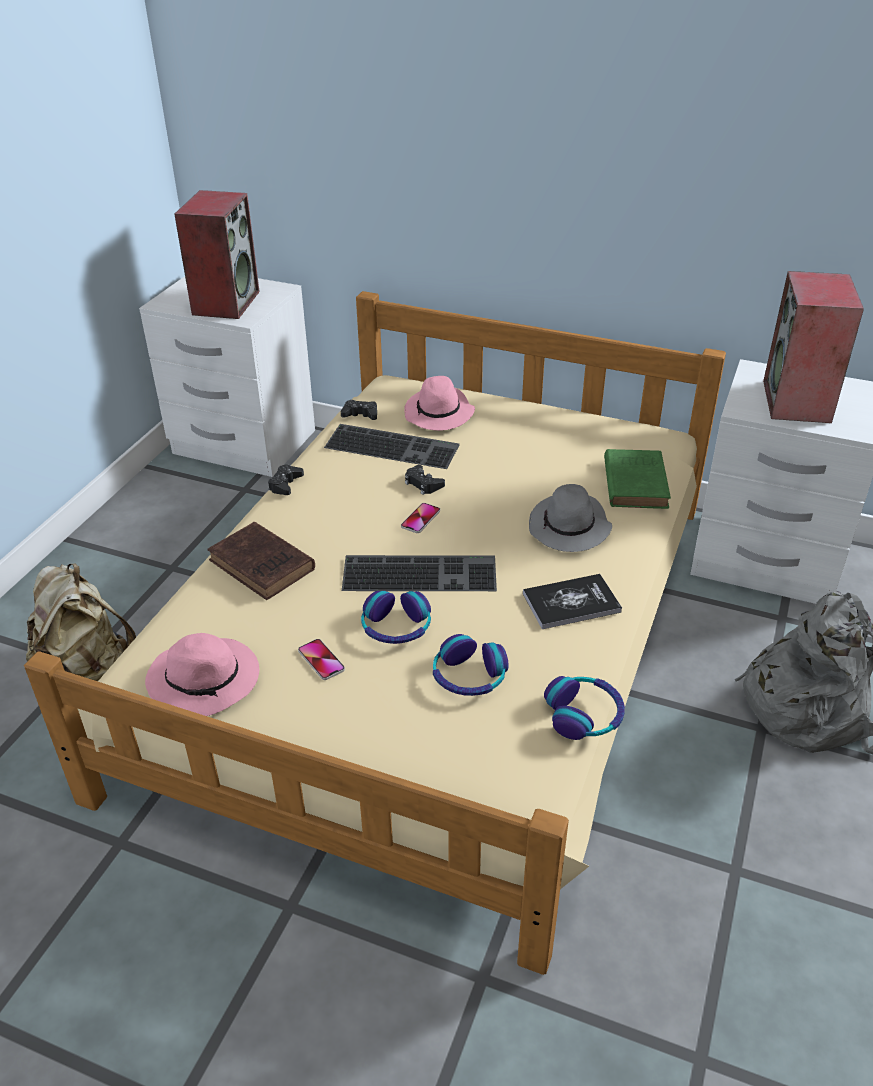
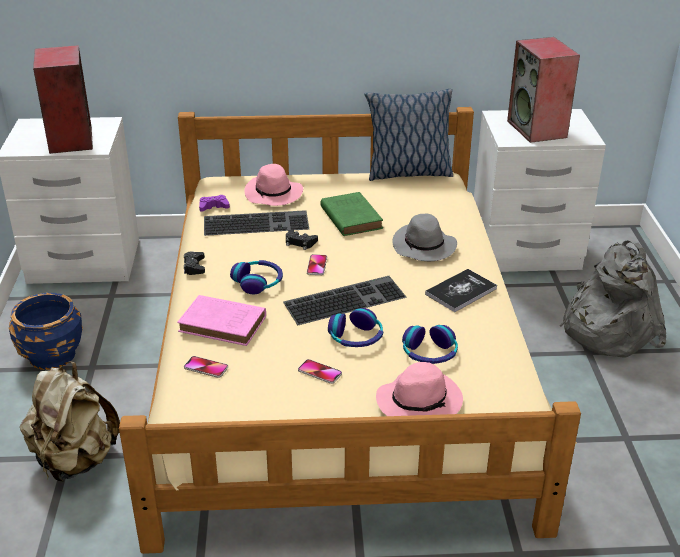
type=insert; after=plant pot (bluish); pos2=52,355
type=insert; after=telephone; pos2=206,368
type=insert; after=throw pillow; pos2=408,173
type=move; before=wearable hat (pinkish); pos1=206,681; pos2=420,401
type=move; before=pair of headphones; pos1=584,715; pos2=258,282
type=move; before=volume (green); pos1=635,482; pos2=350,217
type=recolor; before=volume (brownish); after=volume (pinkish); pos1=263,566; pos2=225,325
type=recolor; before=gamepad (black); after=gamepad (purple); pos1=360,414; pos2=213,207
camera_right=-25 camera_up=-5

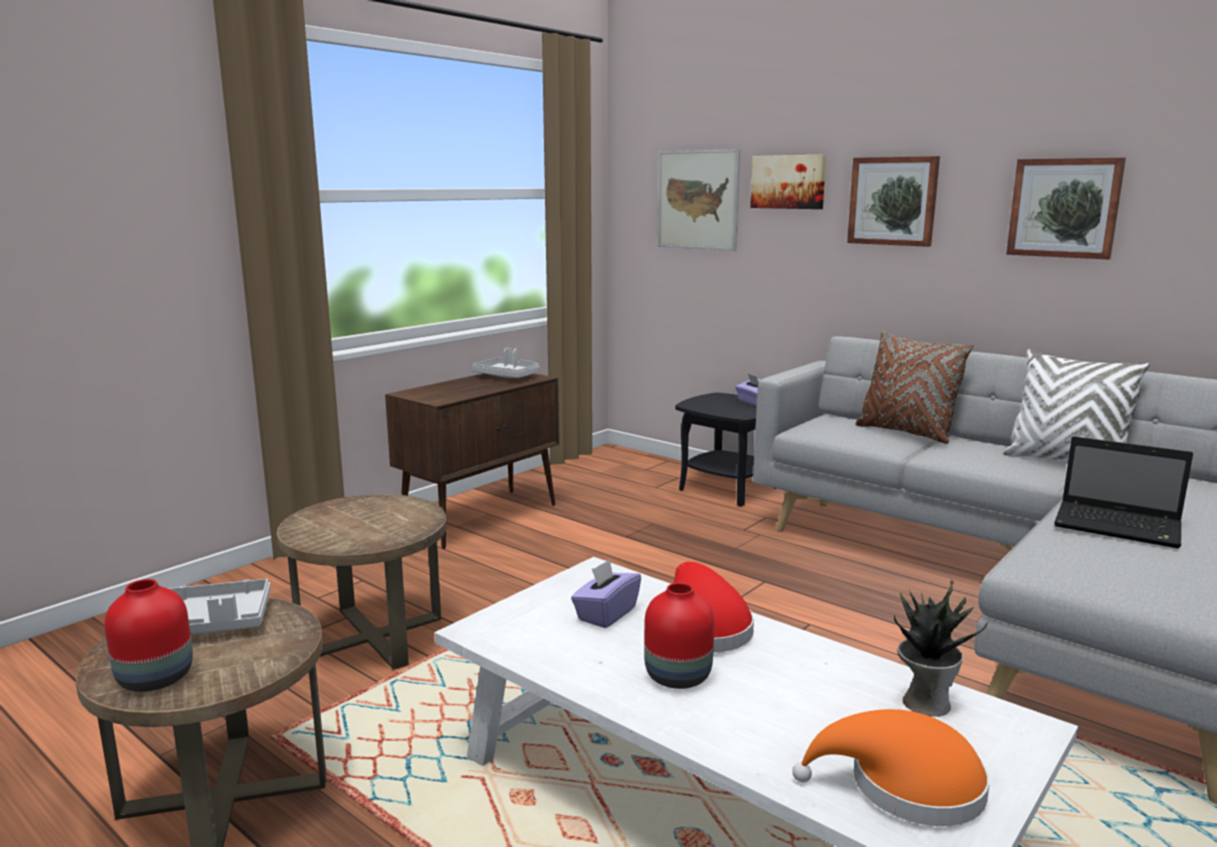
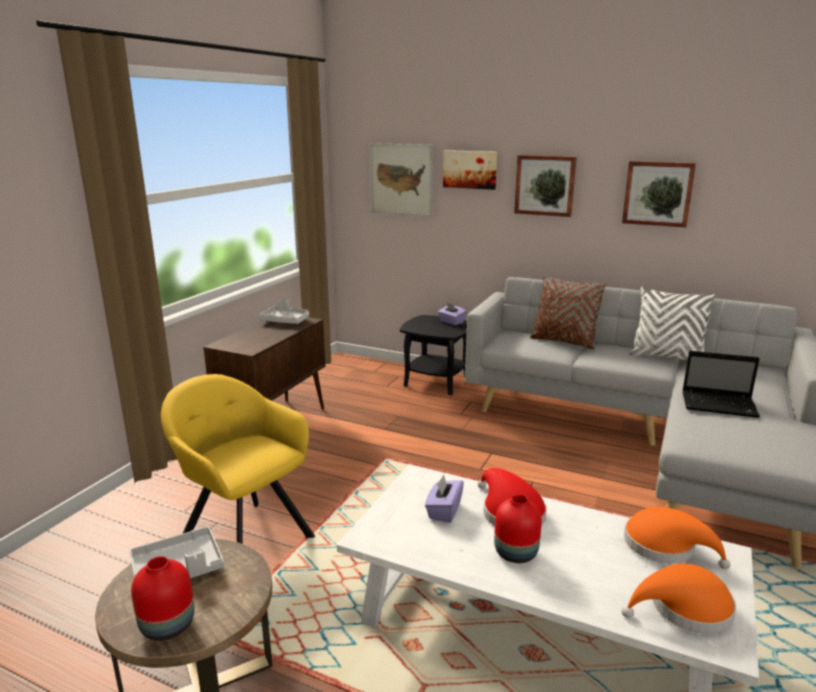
type=replace; before=side table (brownish); after=lounge chair (yellowish); pos1=372,636; pos2=244,537
type=replace; before=houseplant; after=wearable hat (orangey); pos1=924,702; pos2=665,546
camera_right=-15 camera_up=5

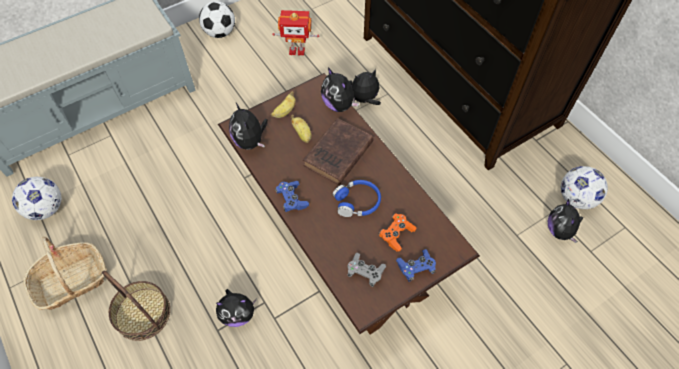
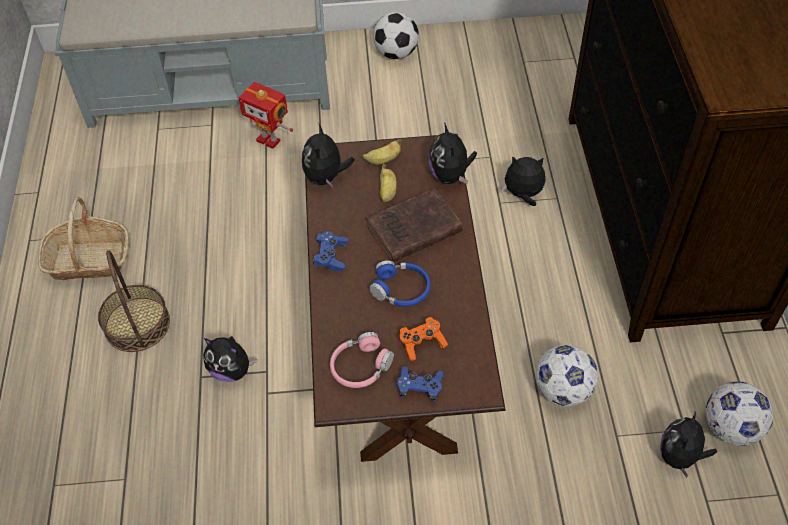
type=move; before=football; pos1=46,208; pos2=563,390
type=move; before=model robot; pos1=297,50; pos2=269,139
type=replace; before=gamepad (grey); after=pair of headphones (pinkish); pos1=365,272; pos2=360,366
camera_right=30 camera_up=-5

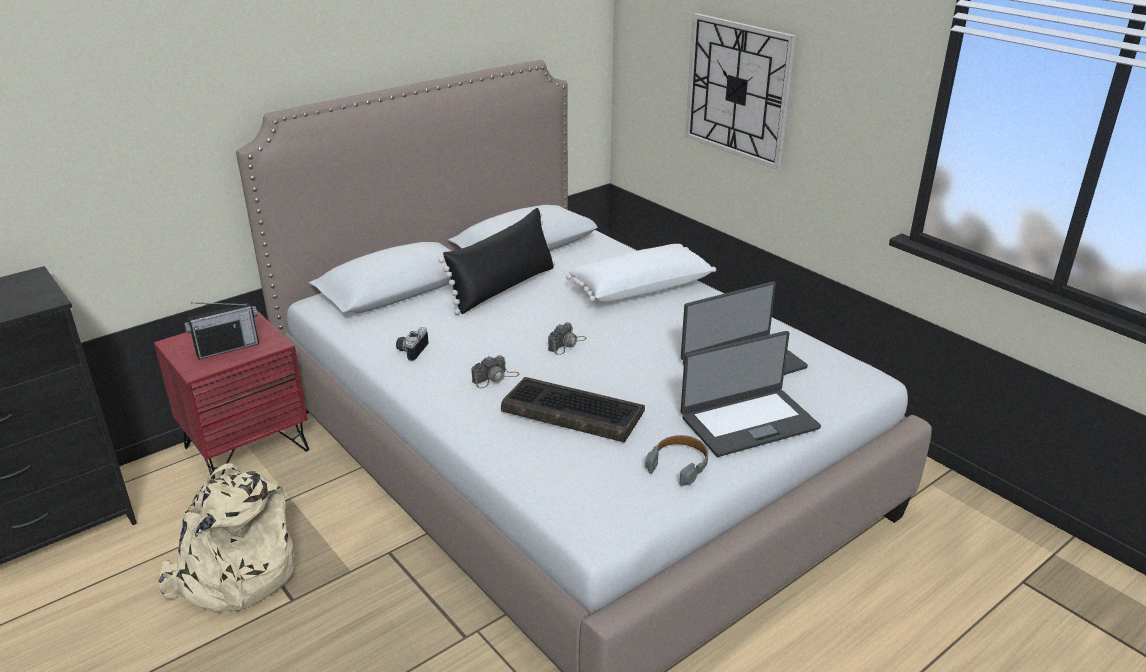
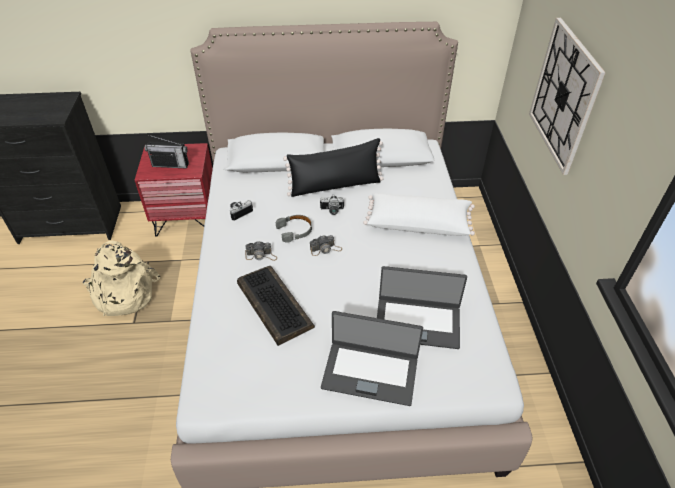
type=insert; after=still camera; pos2=332,211
type=move; before=pair of headphones (grey); pos1=679,465; pos2=295,231
camera_right=35 camera_up=15

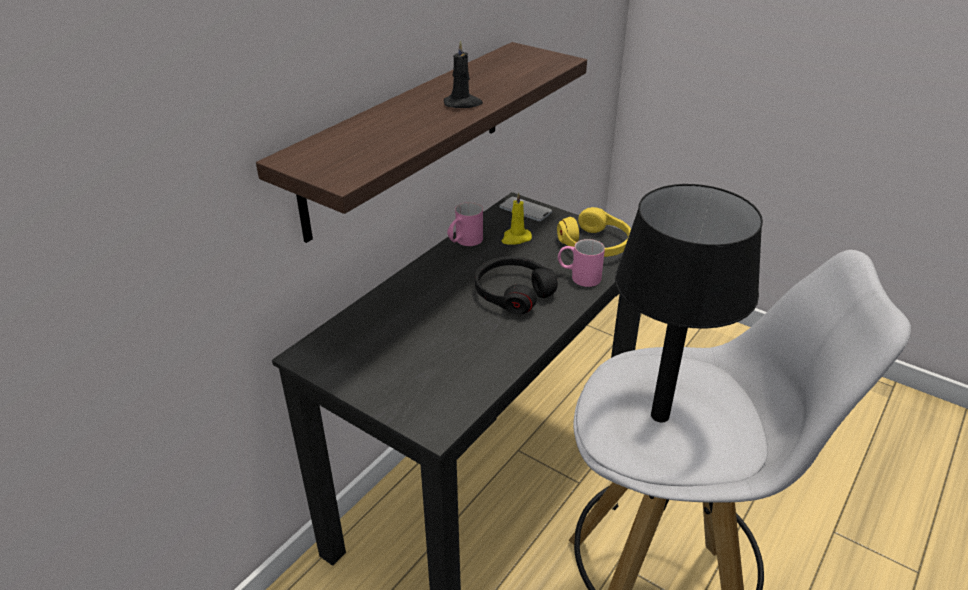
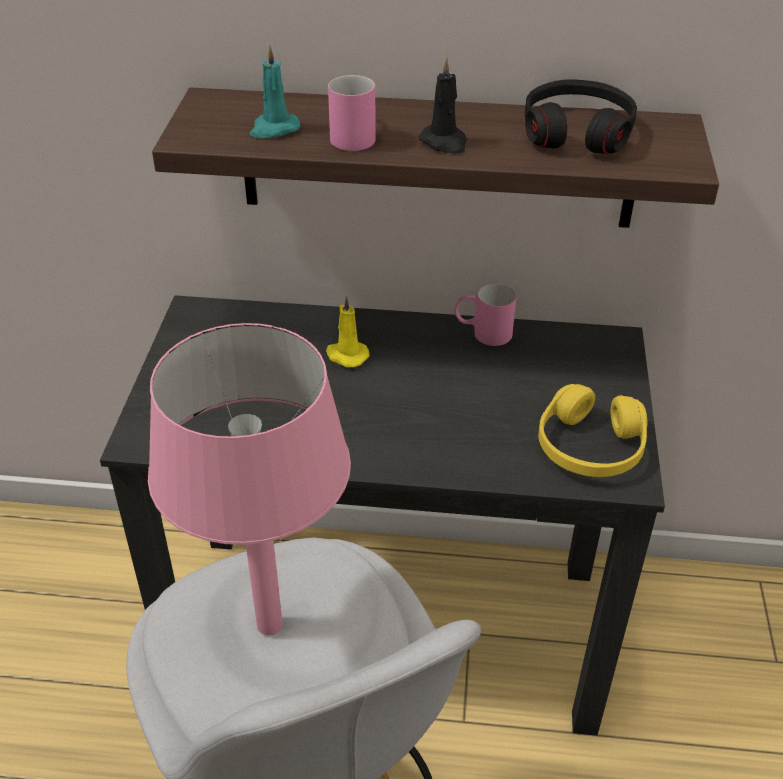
type=delete; before=telephone; pos1=525,210
type=insert; after=wax candle (blue-green); pos2=274,129
type=move; before=pair of headphones (black); pos1=512,293; pos2=577,132
type=move; before=wax candle (yellowish); pos1=515,238; pos2=346,355
type=move; before=mug (pinkish); pos1=578,277; pos2=351,134
type=recolor; before=tabletop lamp (black); after=tabletop lamp (pinkish); pos1=661,416; pos2=269,626
camera_right=60 camera_up=5

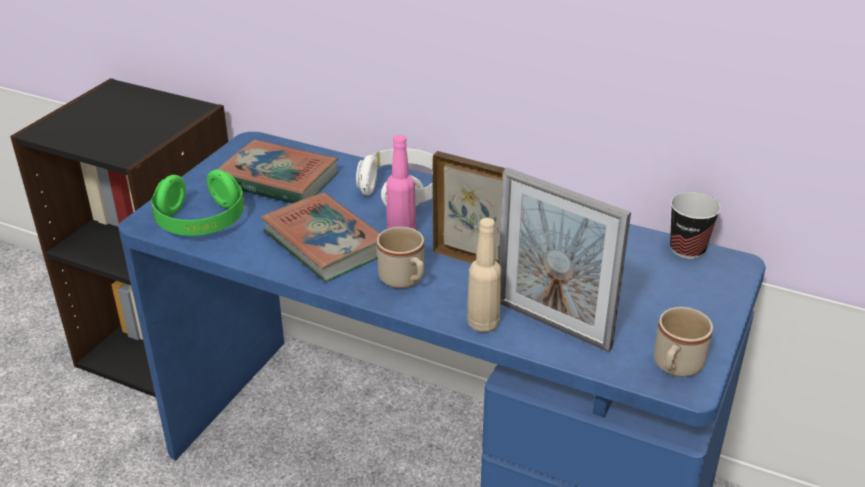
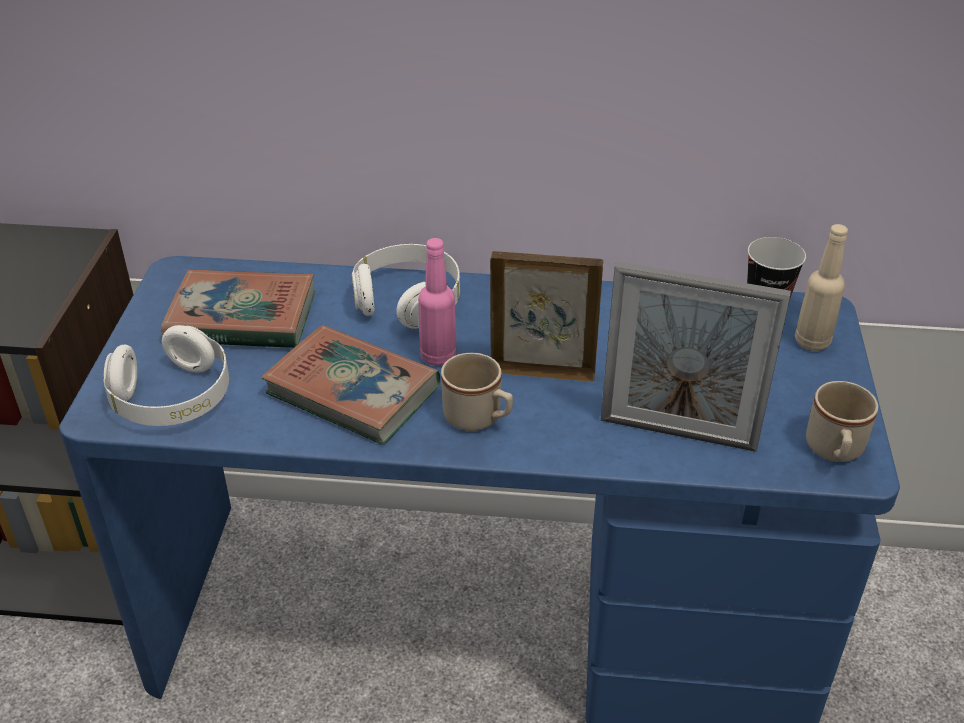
type=move; before=bottle (beige); pos1=483,323; pos2=812,342
type=recolor; before=pair of headphones (green); after=pair of headphones (white); pos1=201,221; pos2=173,399
camera_right=-20 camera_up=5

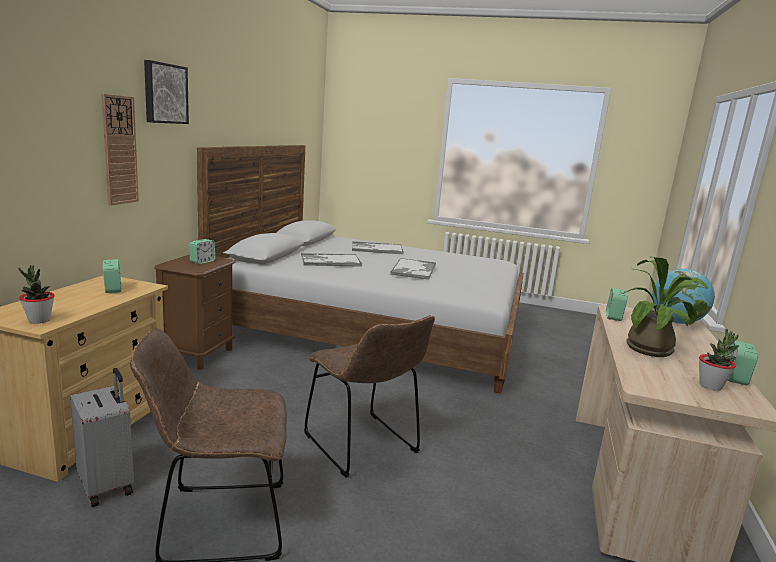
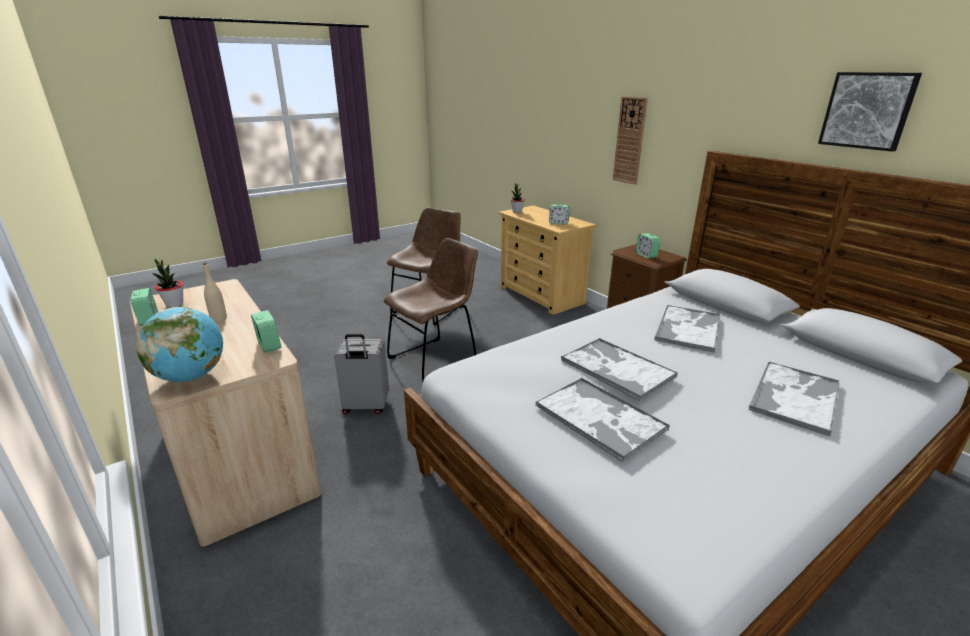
type=insert; after=tray; pos2=600,418
type=move; before=piece of luggage (grey); pos1=108,485; pos2=365,407
type=move; before=wall picture; pos1=164,93; pos2=867,110
type=replace; before=houseplant; after=bottle (beige); pos1=653,349; pos2=219,319
type=rotate; before=upright chair (brownish); pos1=364,446; pos2=436,358; turn=135
camera_right=130 camera_up=10

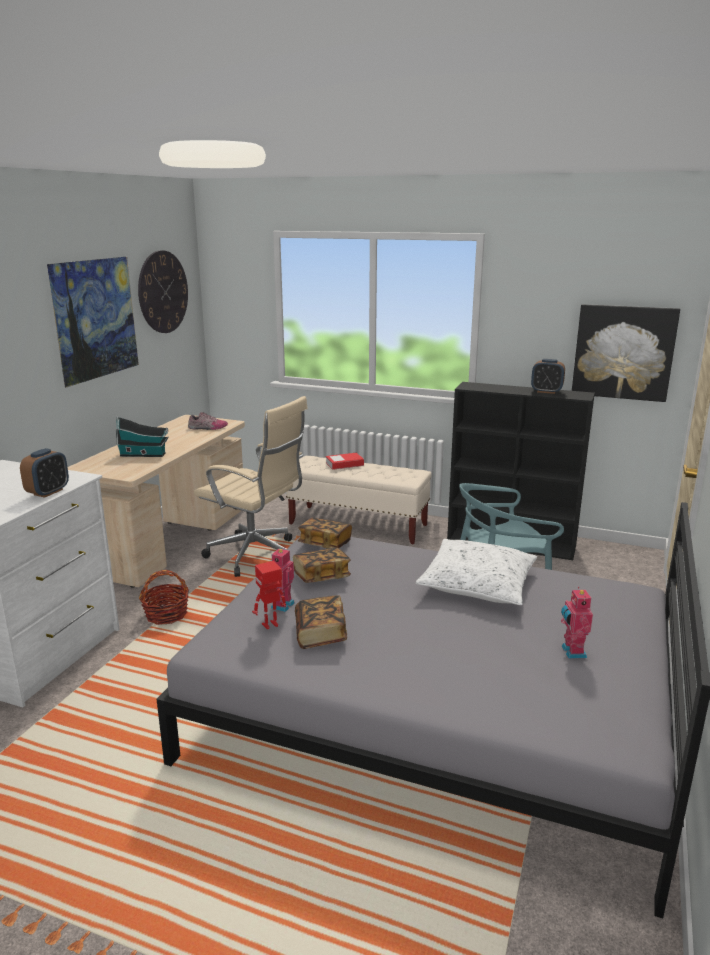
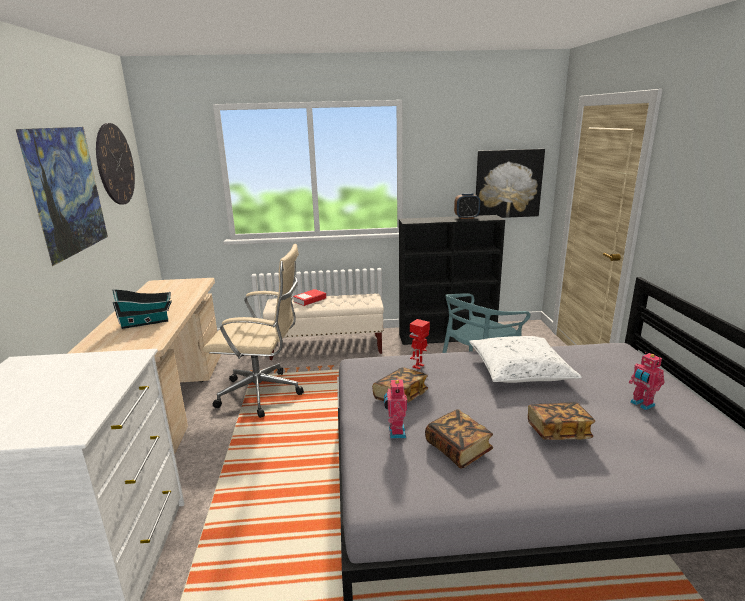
type=delete; before=table clock; pos1=48,492
type=delete; before=household basket; pos1=166,614
type=delete; before=shoe; pos1=207,428
type=move; before=model robot; pos1=270,625; pos2=419,366
type=move; before=volume; pos1=325,543; pos2=558,431
camera_right=-25 camera_up=0

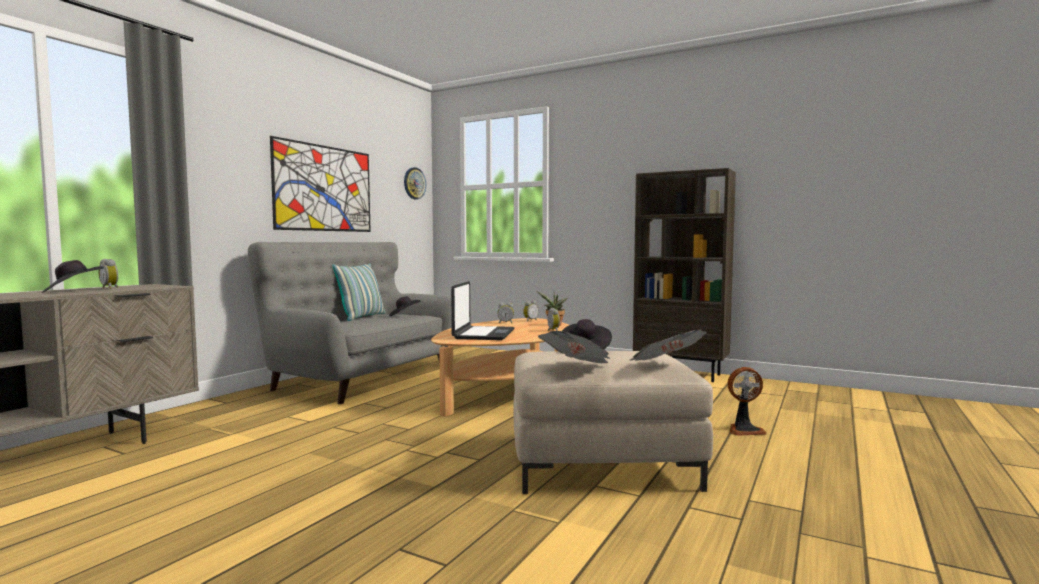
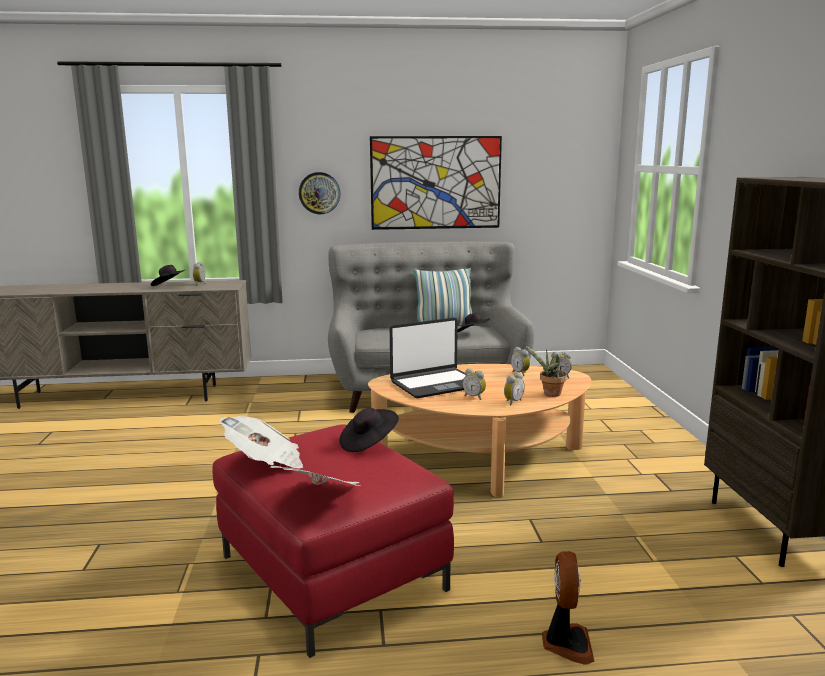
type=insert; after=table clock; pos2=474,397
type=move; before=clock on the wall; pos1=414,183; pos2=319,193
type=recolor; before=pouffe (beige); after=pouffe (red-coloured); pos1=602,463; pos2=332,572
type=rotate; before=cooling fan; pos1=744,430; pos2=566,643; turn=-135
camera_right=55 camera_up=10

